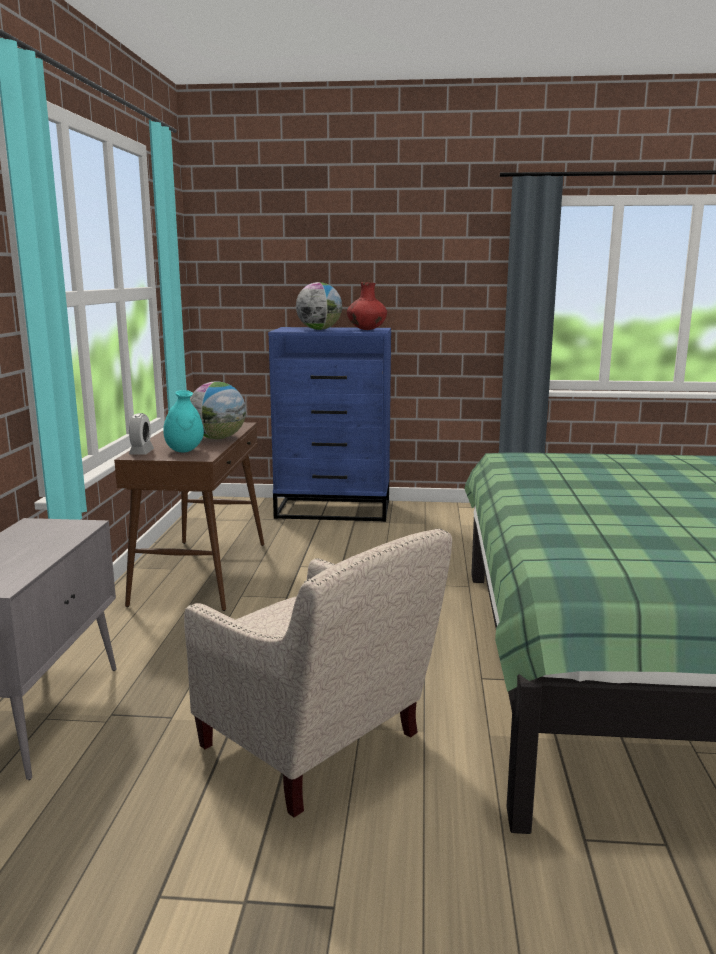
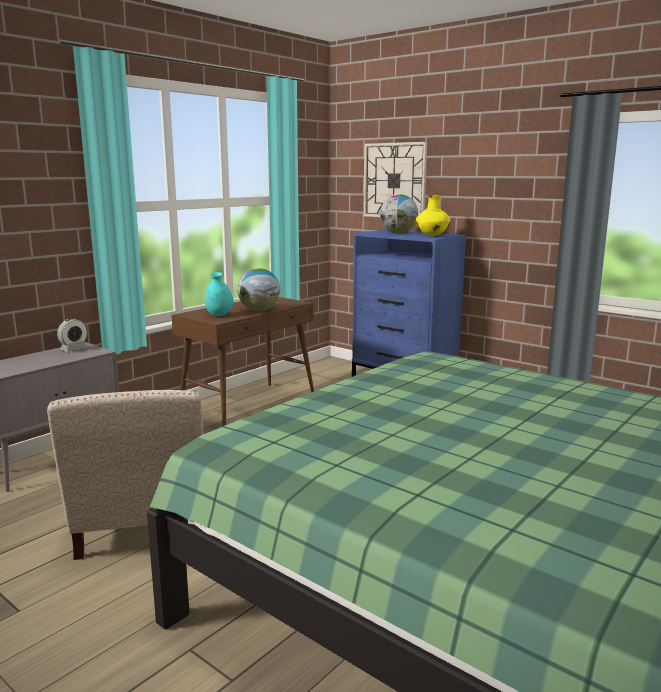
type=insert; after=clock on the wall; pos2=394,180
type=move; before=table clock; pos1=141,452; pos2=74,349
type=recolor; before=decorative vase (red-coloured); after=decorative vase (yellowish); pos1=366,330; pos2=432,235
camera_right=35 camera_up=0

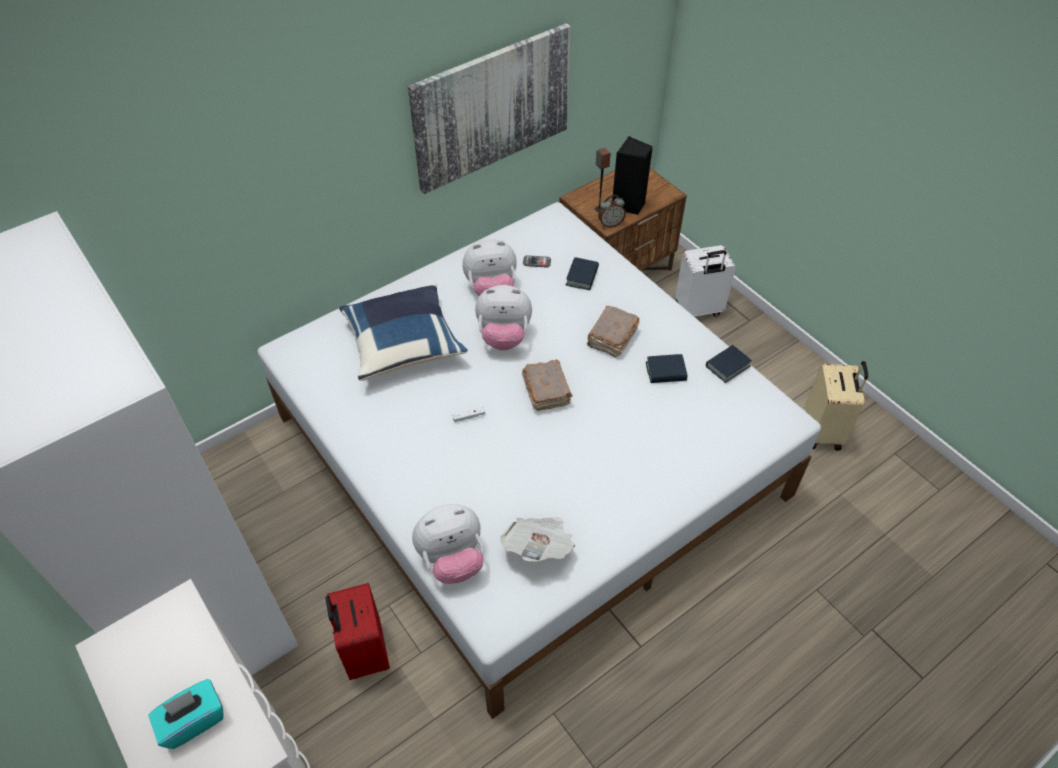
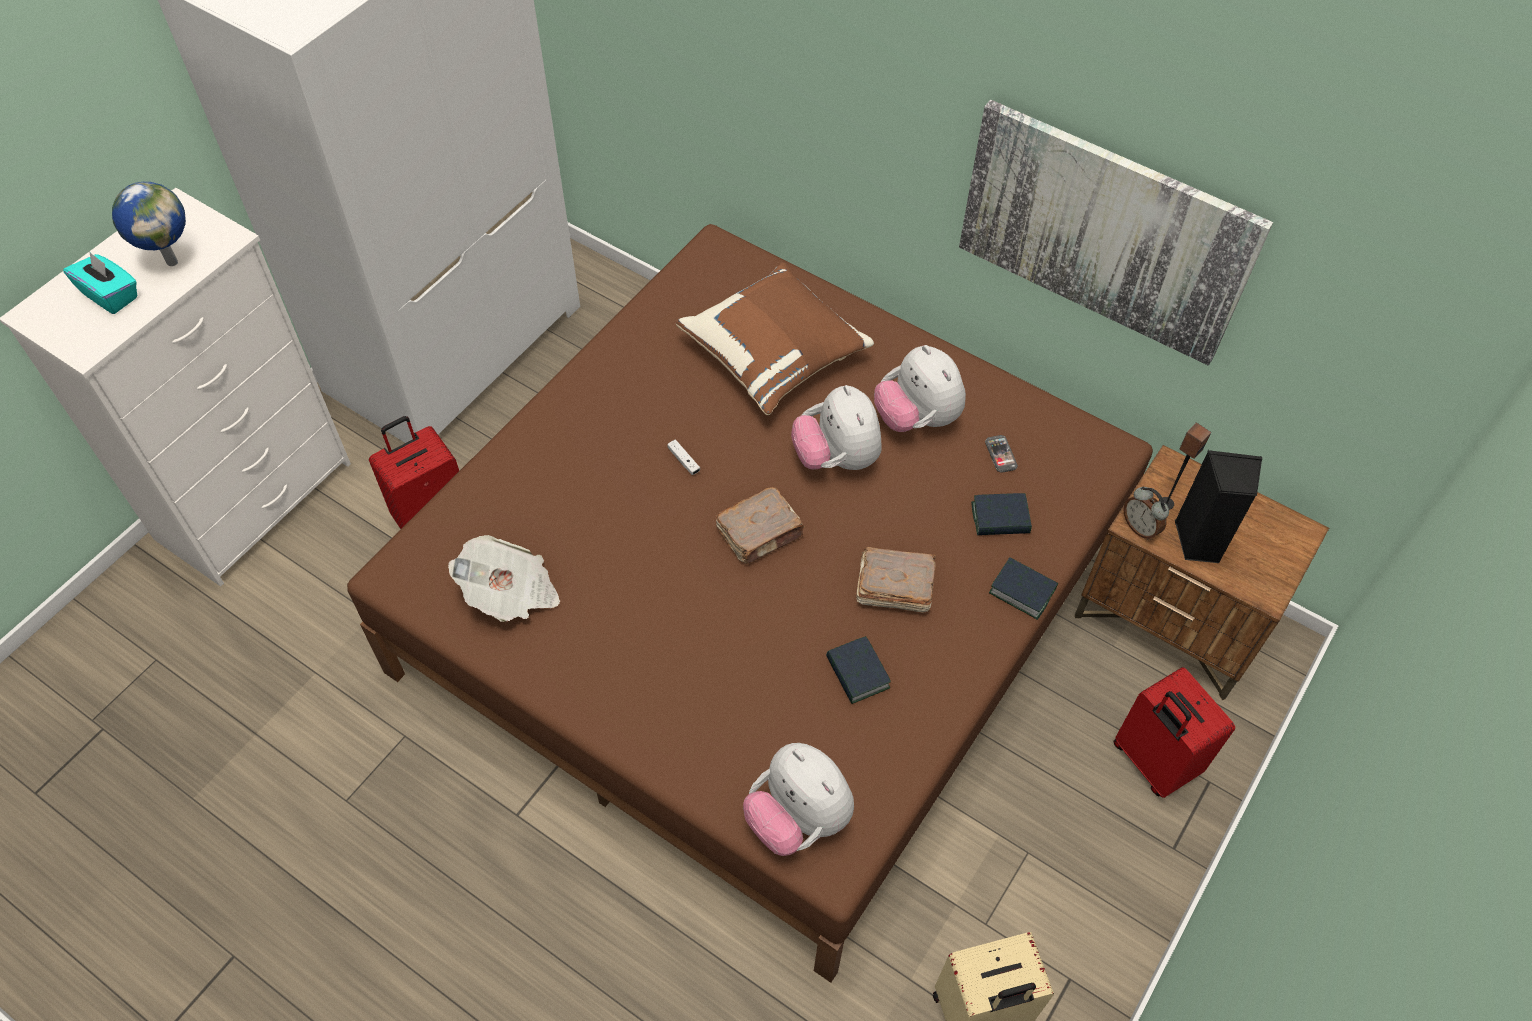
type=insert; after=globe; pos2=172,261
type=move; before=cuddly toy; pos1=452,559; pos2=798,818
type=move; before=volume; pos1=727,366; pos2=1022,591
type=recolor; before=bedroom bed (white); after=bedroom bed (brownish); pos1=530,455; pos2=764,603
type=recolor; before=throw pillow (bluish); after=throw pillow (brownish); pos1=403,344; pos2=775,355
type=recolor; before=piece of luggage (white); after=piece of luggage (red-coloured); pos1=698,310; pos2=1152,761
camera_right=70 camera_up=5

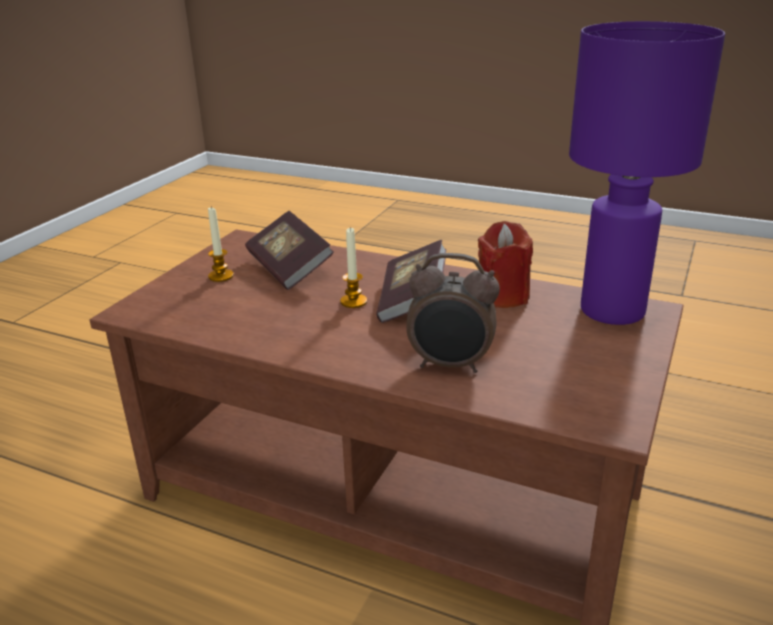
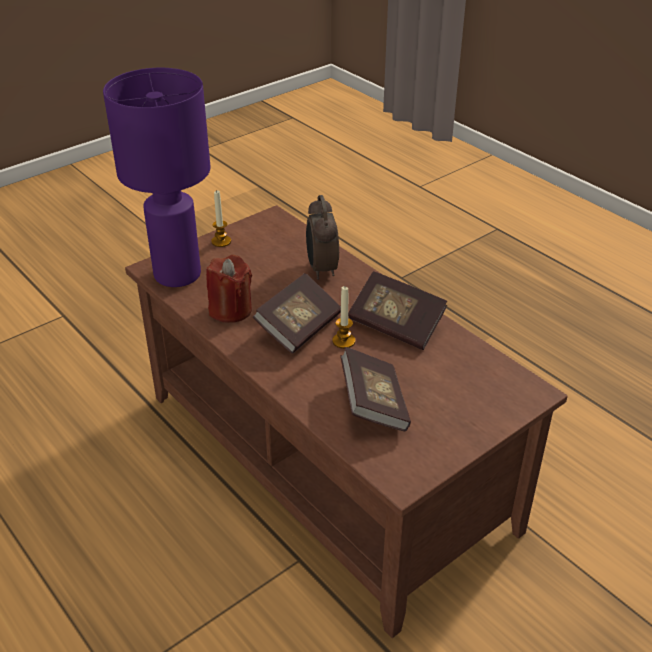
type=insert; after=volume; pos2=396,325
type=move; before=wax candle; pos1=221,276; pos2=221,241
type=rotate; before=table clock; pos1=450,365; pos2=321,269; turn=-135
camera_right=-155 camera_up=10

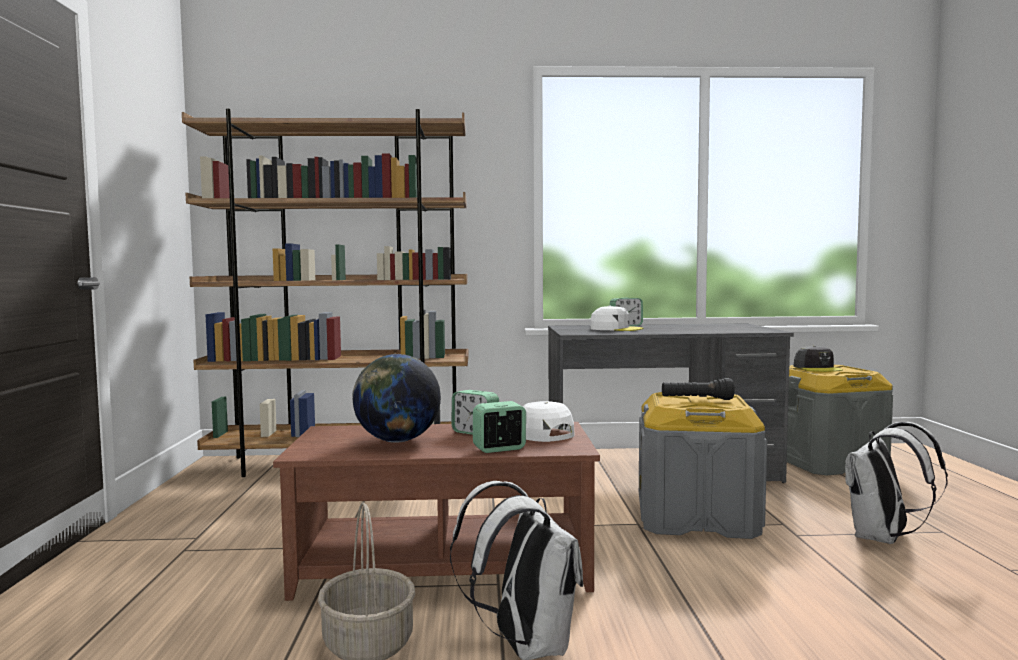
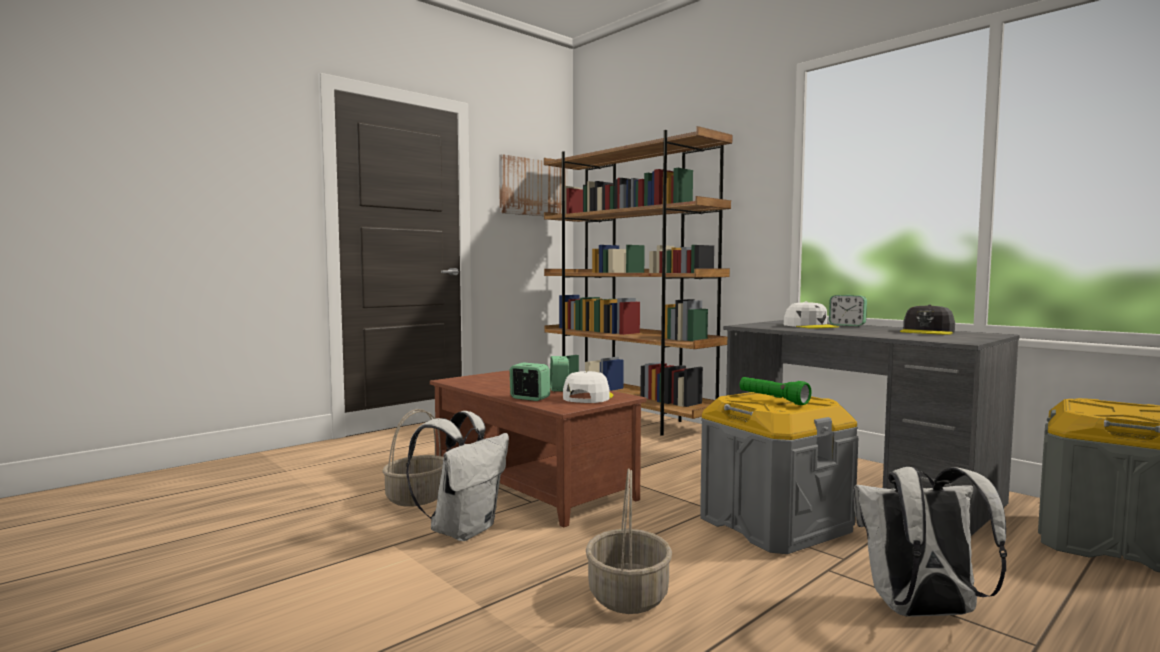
type=delete; before=globe; pos1=397,441
type=insert; after=wall picture; pos2=533,187
type=insert; after=household basket; pos2=627,595
type=move; before=baseball cap (grey); pos1=817,368; pos2=927,332
type=recolor; before=hand torch (black); after=hand torch (green); pos1=697,400; pos2=772,399
camera_right=50 camera_up=0

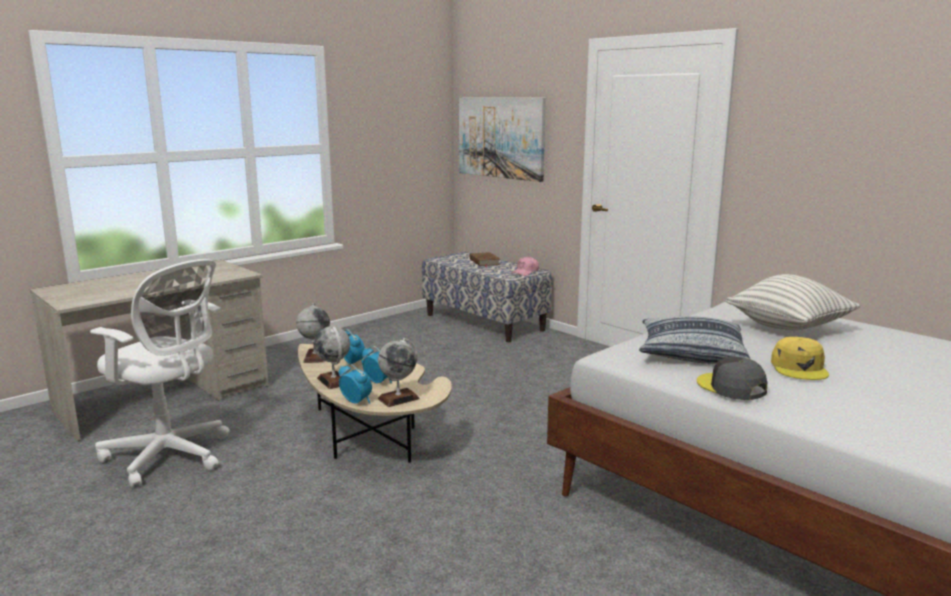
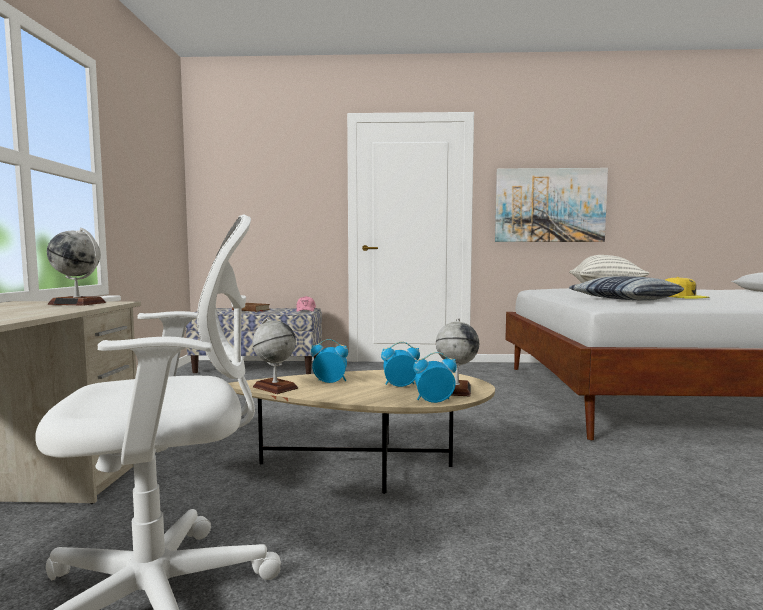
type=delete; before=baseball cap (grey); pos1=731,387
type=move; before=globe; pos1=334,381; pos2=77,303
type=move; before=wall picture; pos1=501,137; pos2=550,205
camera_right=-45 camera_up=-10

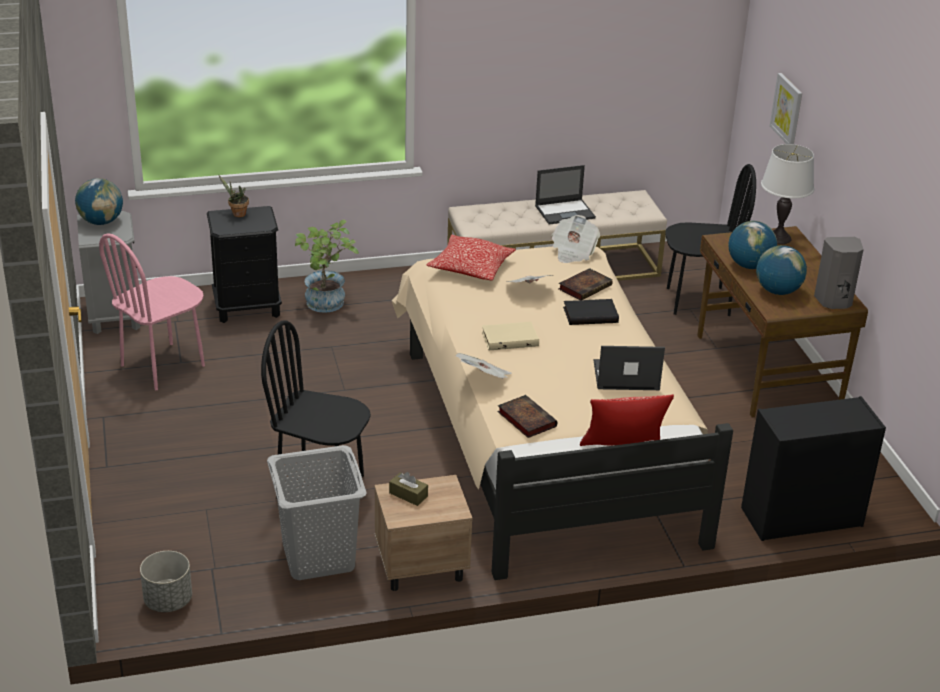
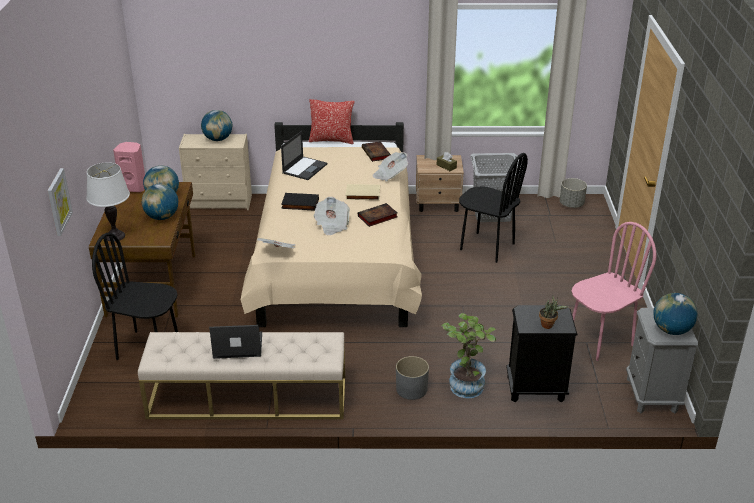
type=delete; before=throw pillow; pos1=471,268
type=insert; after=globe; pos2=218,139
type=insert; after=plant pot (grey); pos2=411,389
type=move; before=volume; pos1=585,287; pos2=377,217
type=recolor; before=chest of drawers (black); after=chest of drawers (beige); pos1=800,517; pos2=220,202
type=recolor; before=speaker (grey); after=speaker (pinkish); pos1=834,302; pos2=134,187
type=rotate; before=notebook computer; pos1=625,376; pos2=305,168; turn=-75
camera_right=-165 camera_up=0

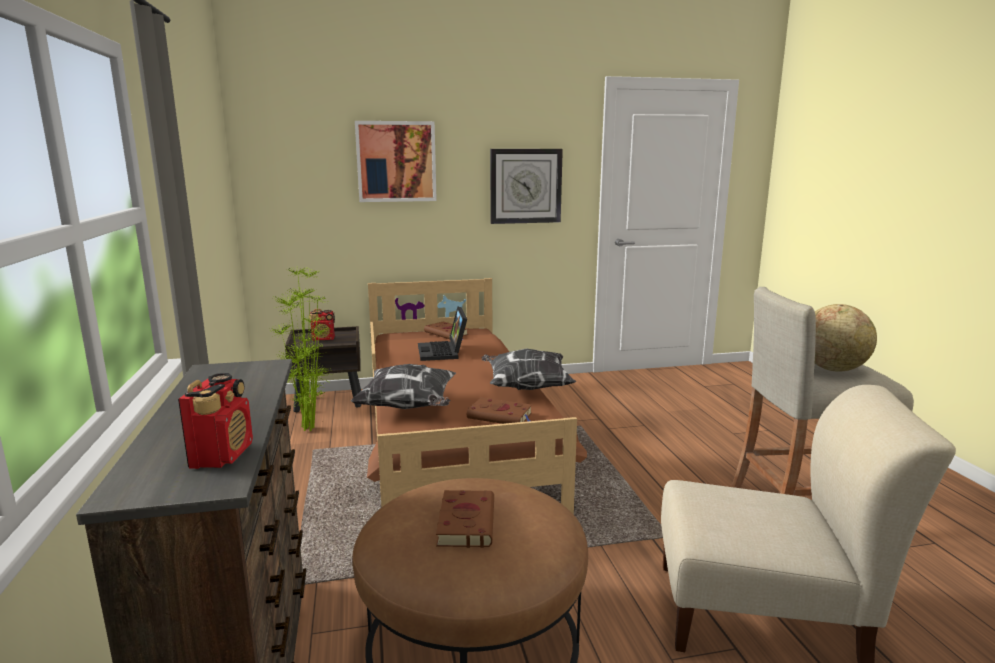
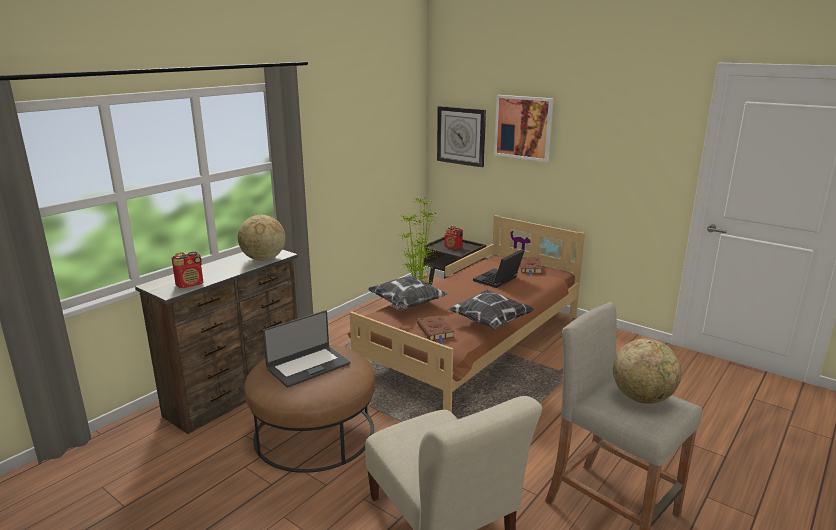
type=insert; after=globe; pos2=263,259
type=move; before=clock on the wall; pos1=525,186; pos2=461,136
type=replace; before=volume (brownish); after=notebook computer; pos1=466,522; pos2=308,366
camera_right=50 camera_up=5

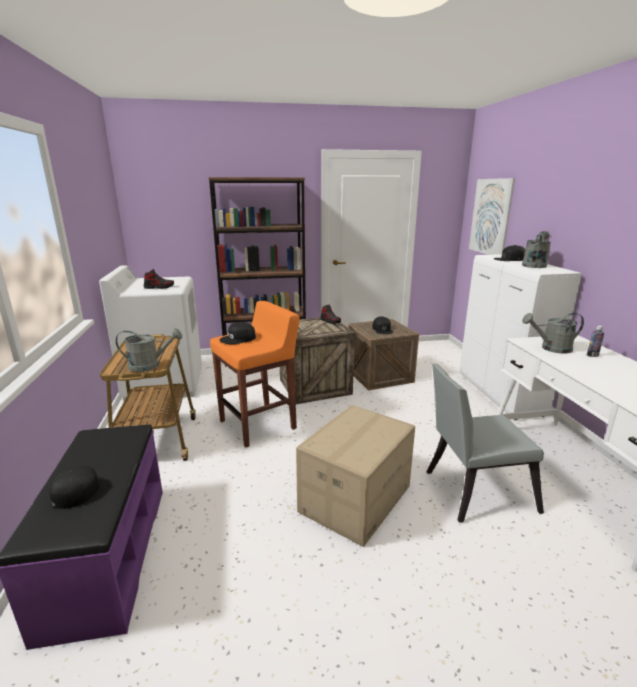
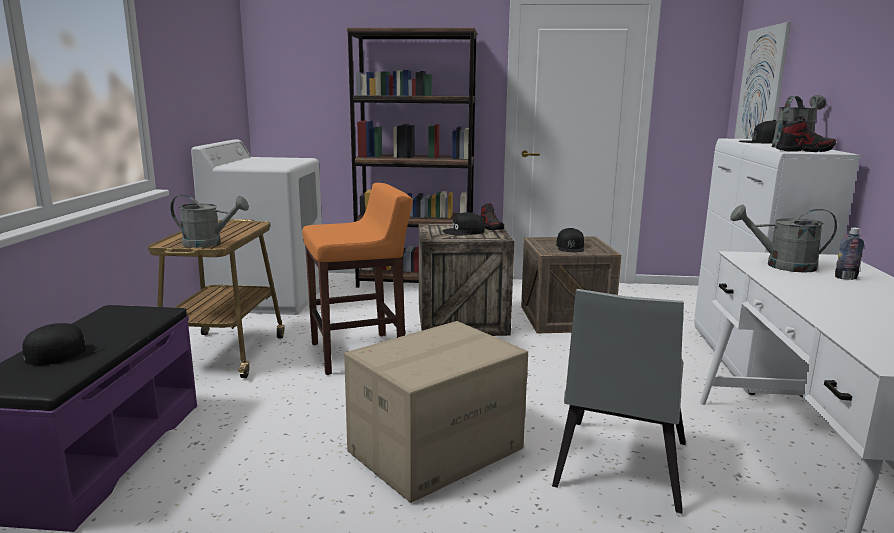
type=move; before=shoe; pos1=159,287; pos2=804,151
type=move; before=baseball cap (black); pos1=238,339; pos2=464,231
type=rotate; before=upright chair (grey); pos1=473,491; pos2=618,469; turn=-75
camera_right=15 camera_up=-5

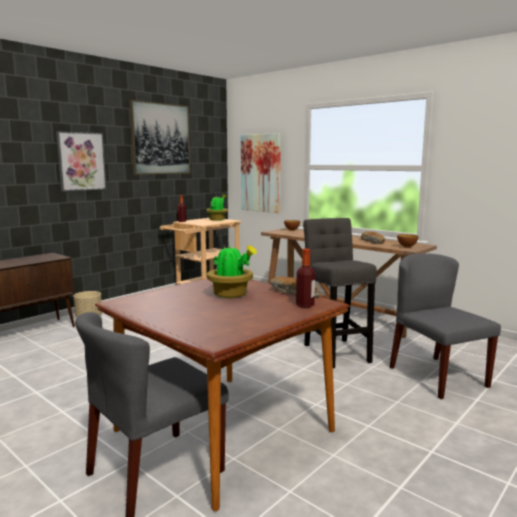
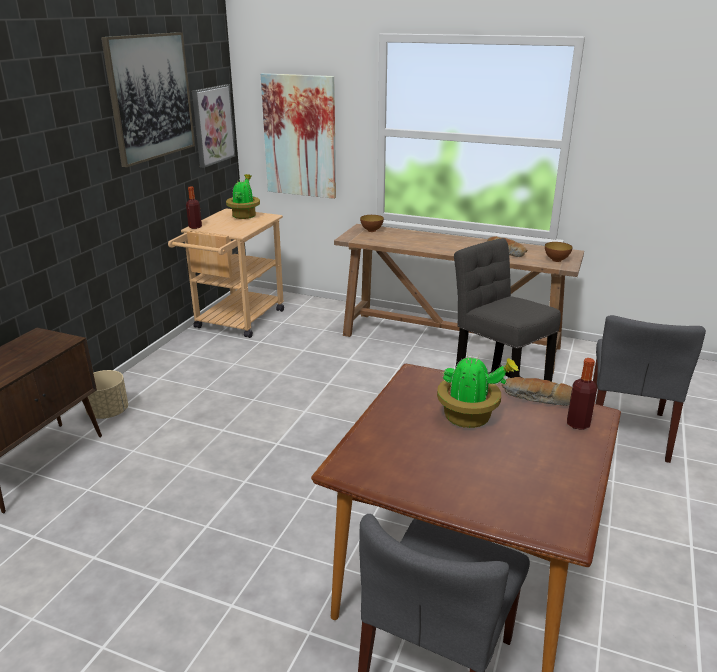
type=move; before=wall picture; pos1=81,161; pos2=212,125
type=rotate; before=upright chair (grey); pos1=437,376; pos2=626,431; turn=-120
camera_right=-20 camera_up=15

